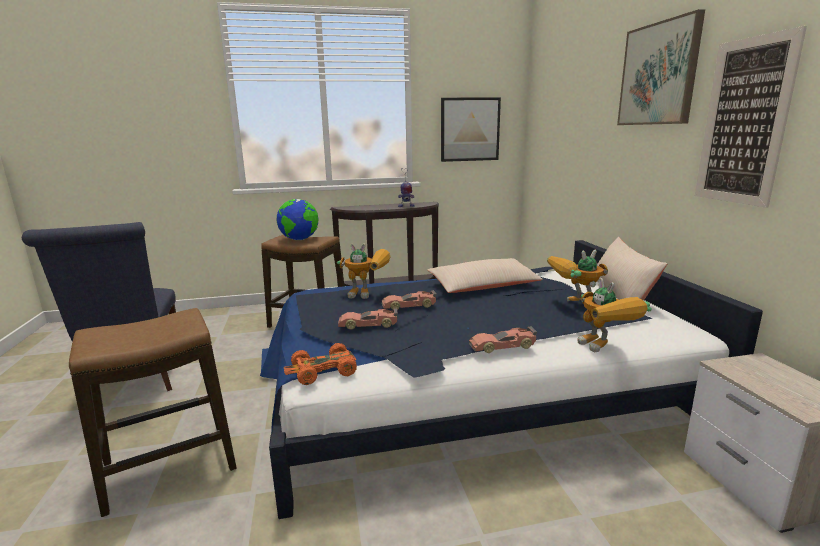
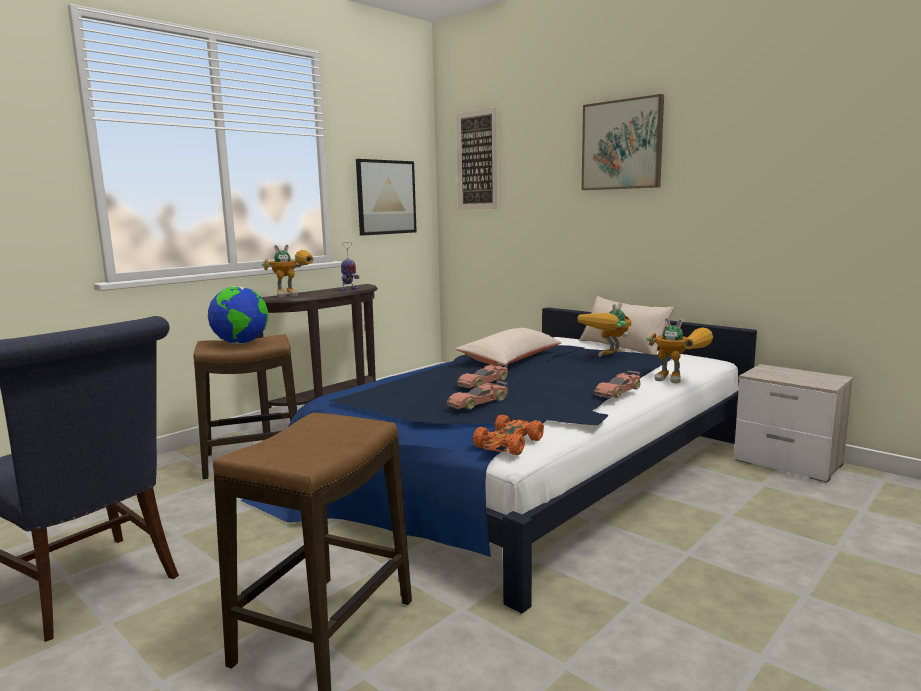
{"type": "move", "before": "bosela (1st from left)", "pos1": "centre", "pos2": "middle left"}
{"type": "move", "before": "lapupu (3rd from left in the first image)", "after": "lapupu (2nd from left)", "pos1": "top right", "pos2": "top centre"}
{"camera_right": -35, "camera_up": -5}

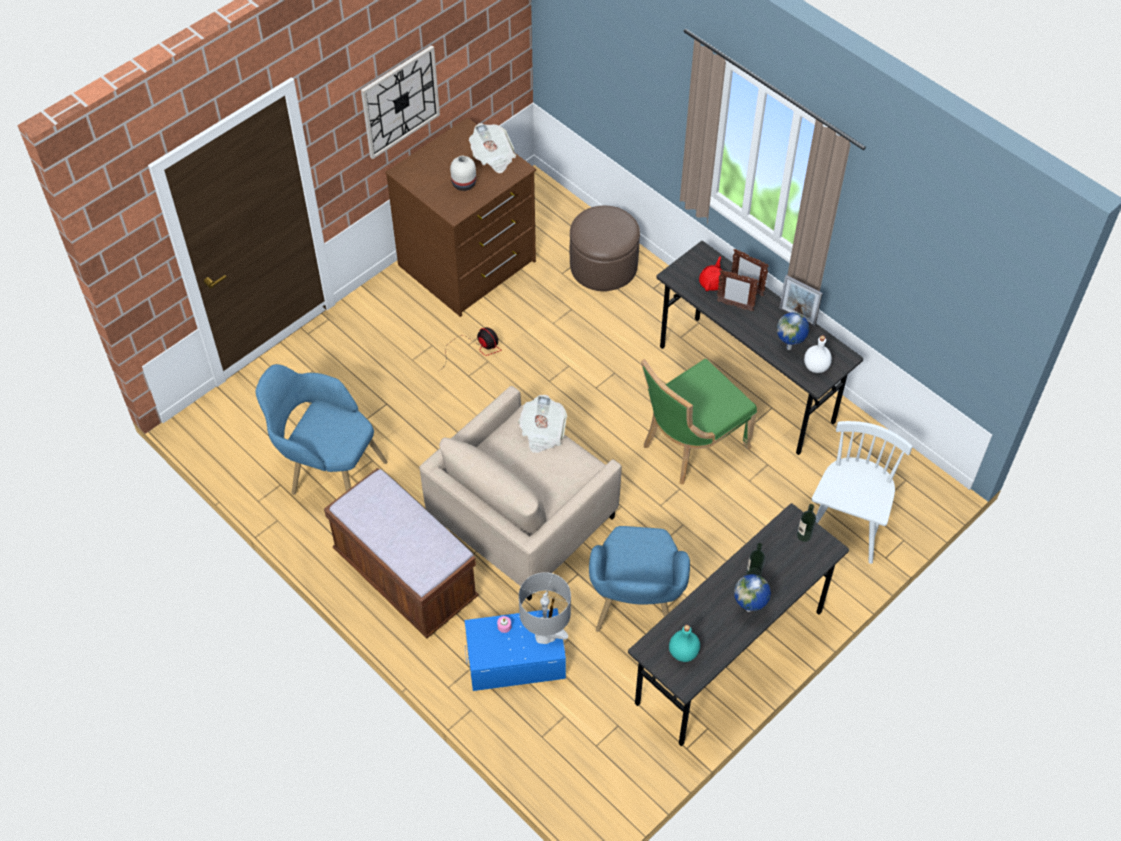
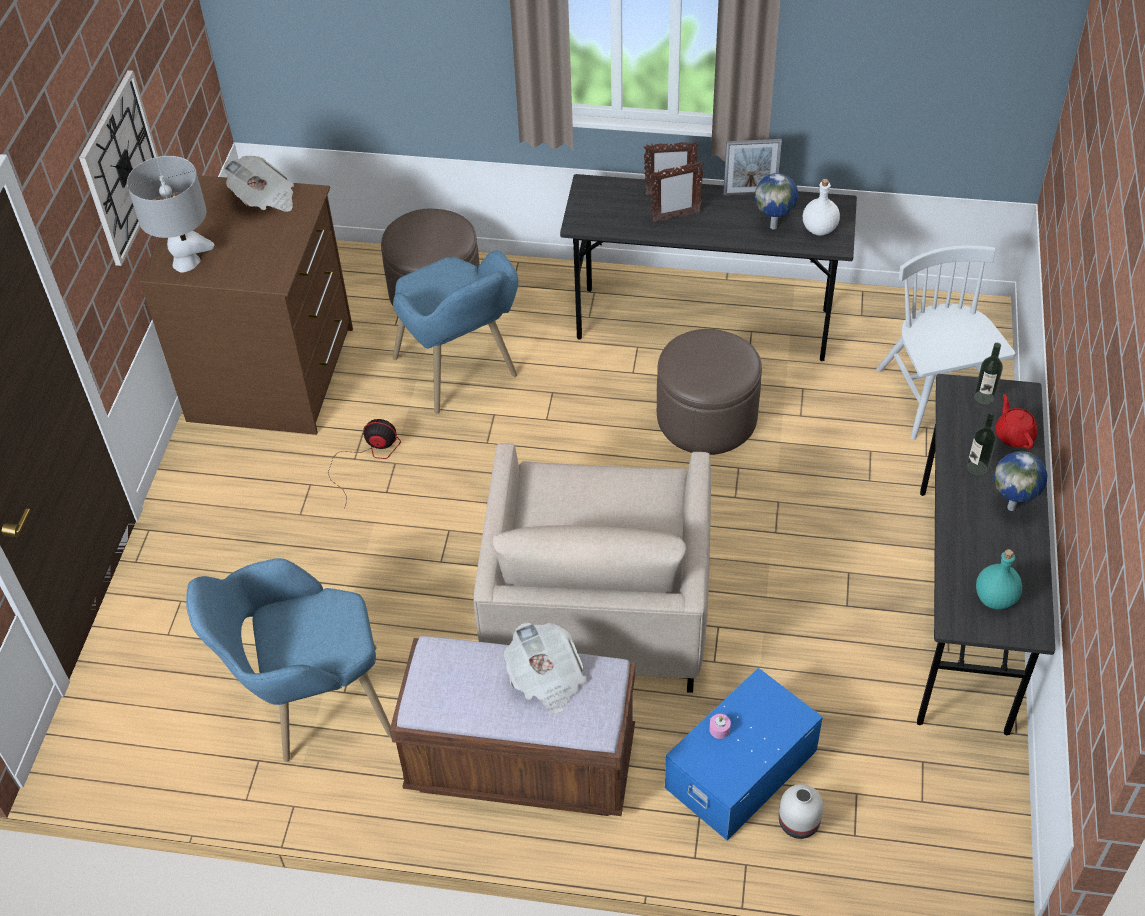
{"type": "move", "before": "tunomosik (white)", "pos1": "top centre", "pos2": "bottom right"}
{"type": "move", "before": "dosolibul (2nd from left)", "pos1": "centre", "pos2": "bottom centre"}
{"type": "move", "before": "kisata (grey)", "pos1": "bottom centre", "pos2": "top left"}
{"type": "move", "before": "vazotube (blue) (2nd from left)", "pos1": "bottom centre", "pos2": "centre"}
{"type": "move", "before": "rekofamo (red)", "pos1": "top centre", "pos2": "middle right"}
{"type": "replace", "before": "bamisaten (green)", "after": "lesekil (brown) (2nd from left)", "pos1": "centre", "pos2": "centre"}
{"camera_right": -35, "camera_up": -5}

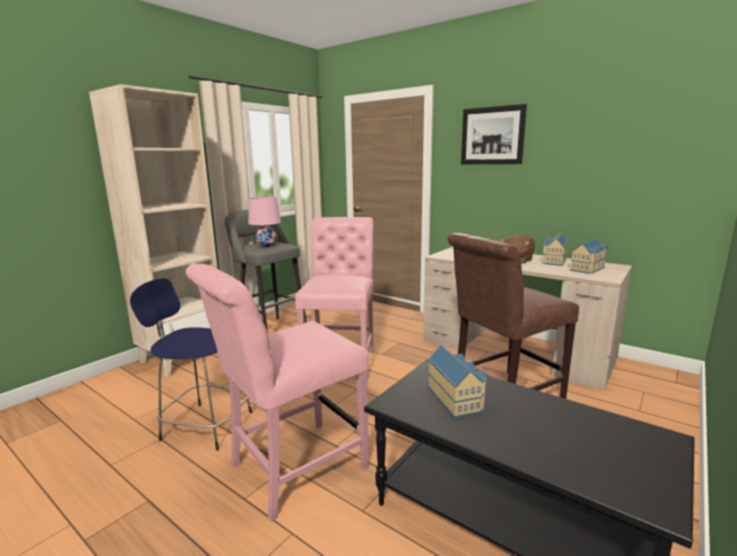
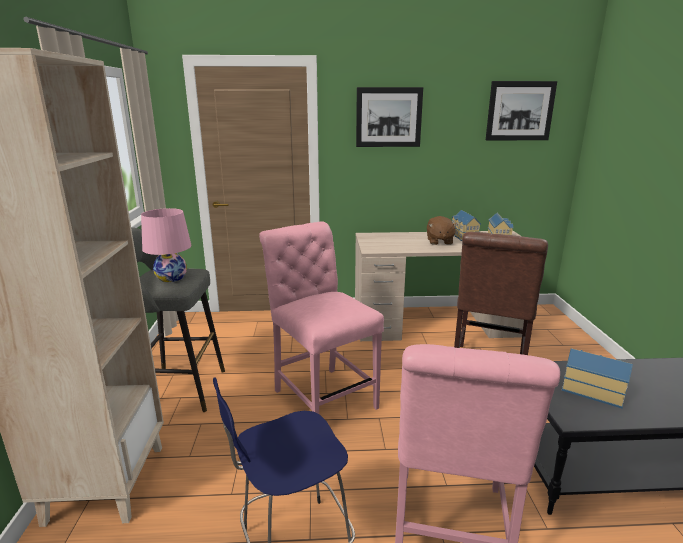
{"type": "insert", "after": "lapupu (2nd from left)", "pos2": "top right"}
{"camera_right": -40, "camera_up": 5}

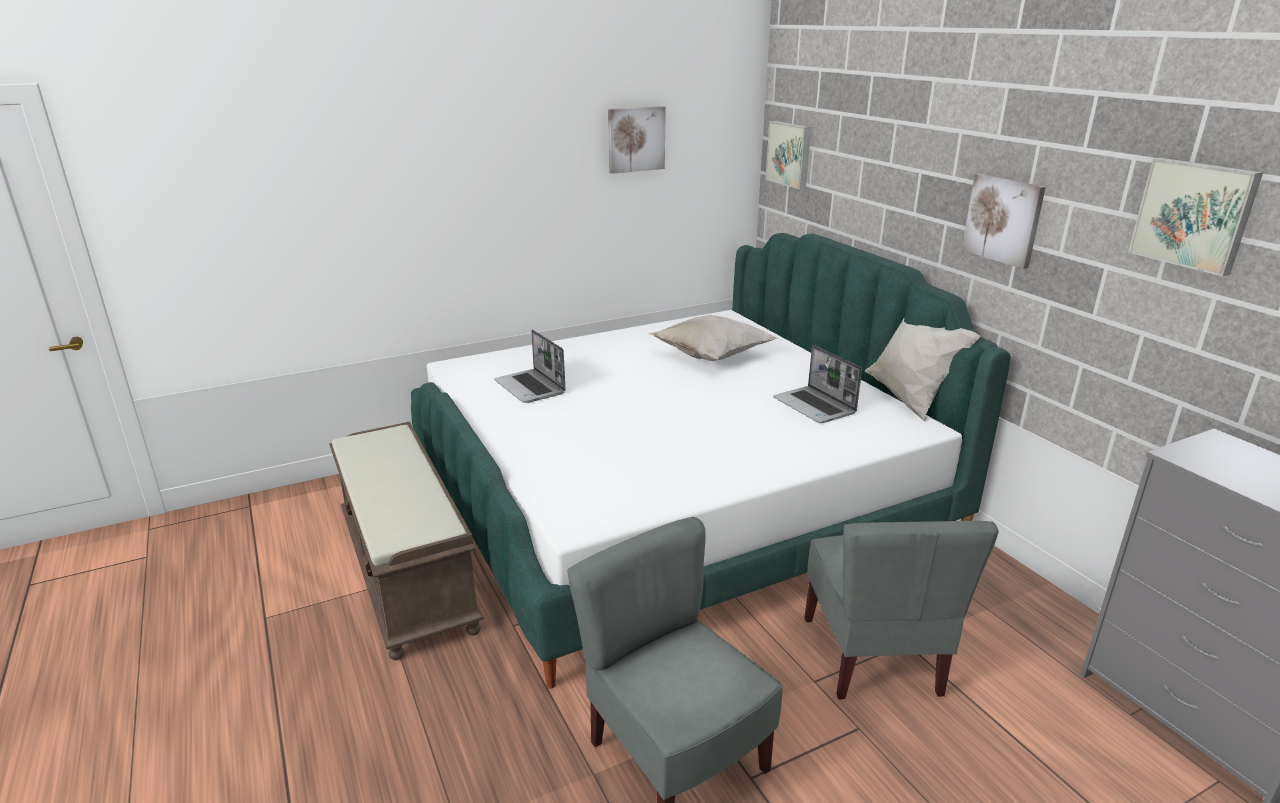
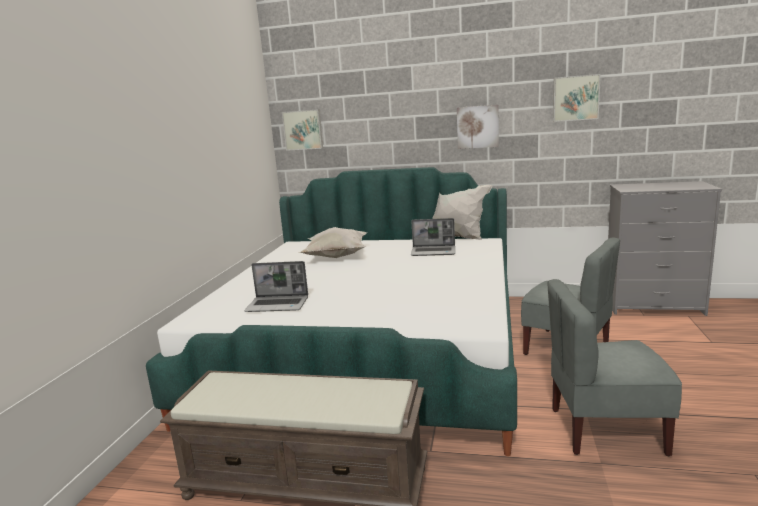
{"type": "delete", "before": "lapupu (1st from left)", "pos1": "top centre"}
{"camera_right": -50, "camera_up": -10}

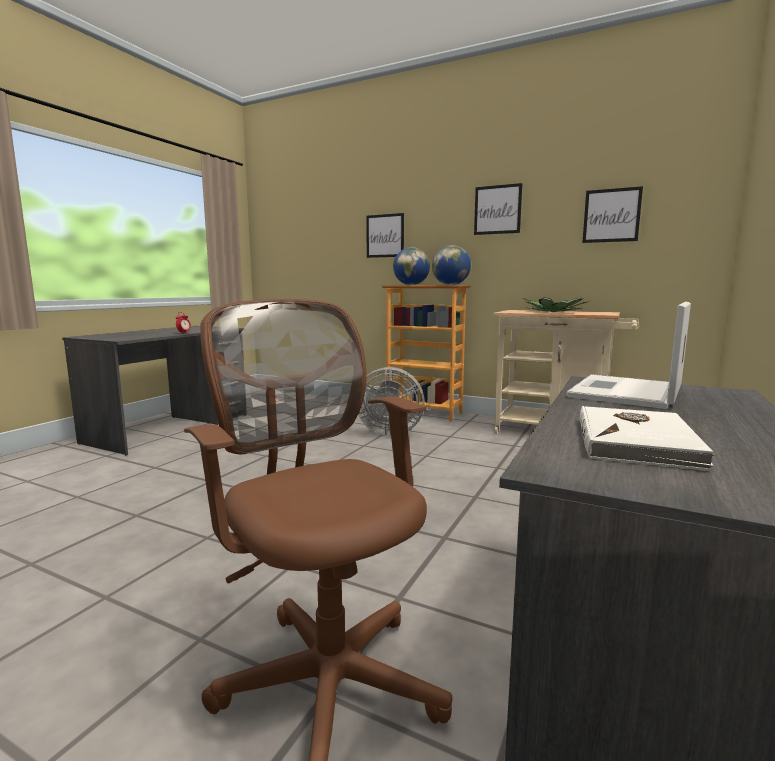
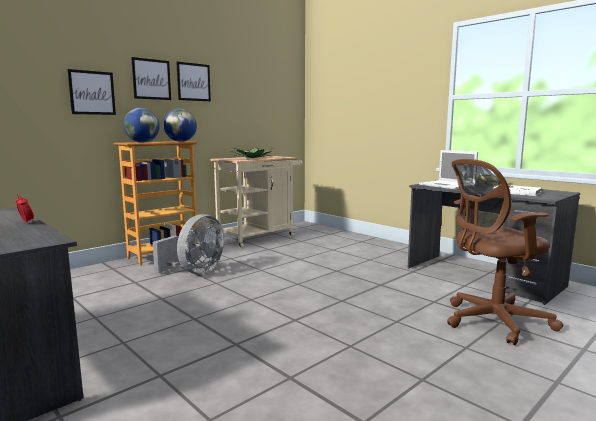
{"type": "move", "before": "lapupu (3rd from left in the first image)", "after": "lapupu (2nd from left)", "pos1": "top right", "pos2": "top left"}
{"camera_right": -70, "camera_up": 0}

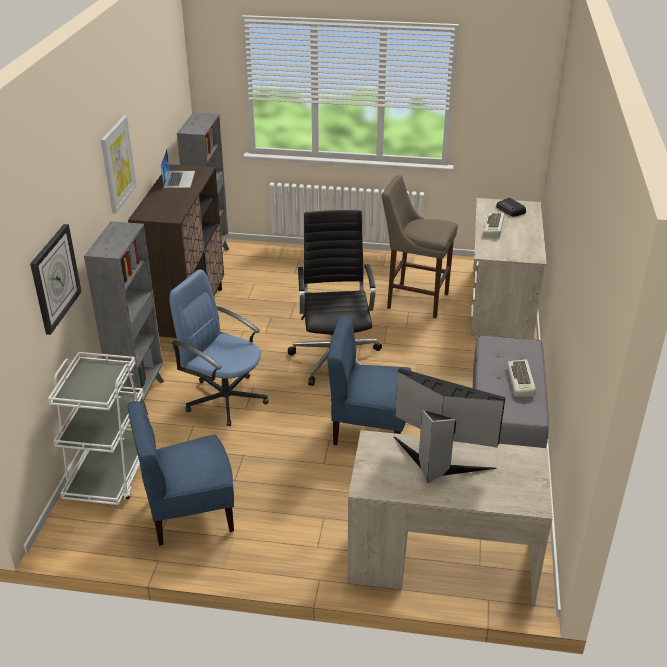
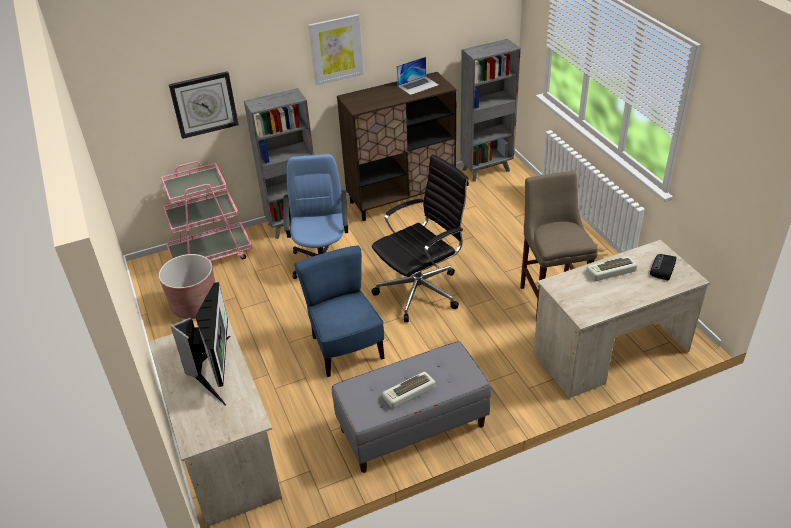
{"type": "replace", "before": "bamisaten (blue) (1st from left)", "after": "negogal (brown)", "pos1": "bottom left", "pos2": "middle left"}
{"type": "recolor", "before": "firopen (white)", "after": "firopen (pink)", "pos1": "middle left", "pos2": "middle left"}
{"camera_right": 60, "camera_up": 5}

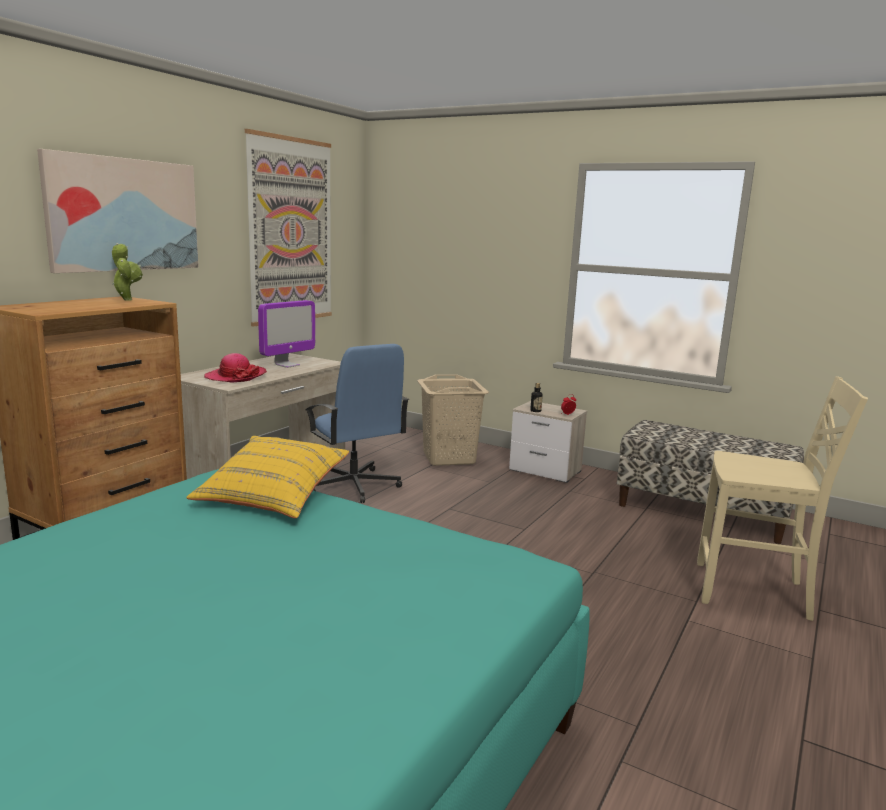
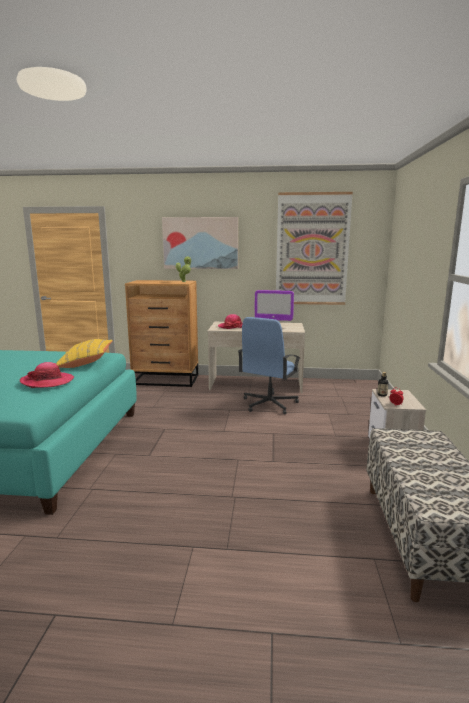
{"type": "delete", "before": "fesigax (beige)", "pos1": "centre"}
{"type": "delete", "before": "bamisaten (beige)", "pos1": "middle right"}
{"type": "insert", "after": "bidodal (1st from left)", "pos2": "middle left"}
{"camera_right": 65, "camera_up": 0}

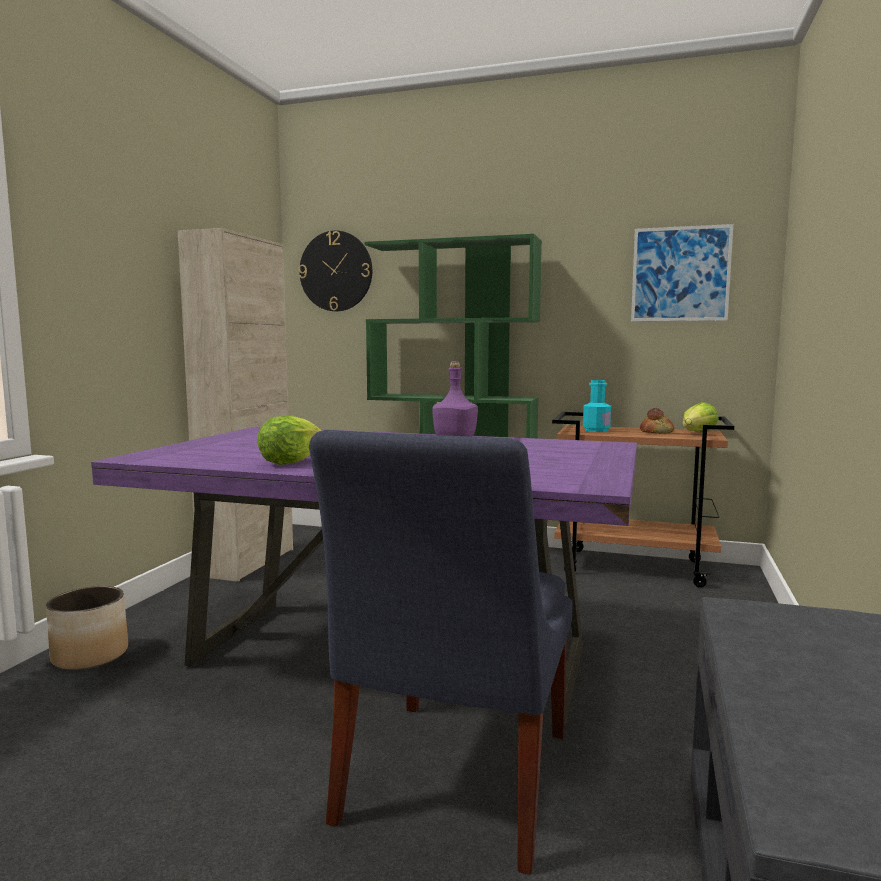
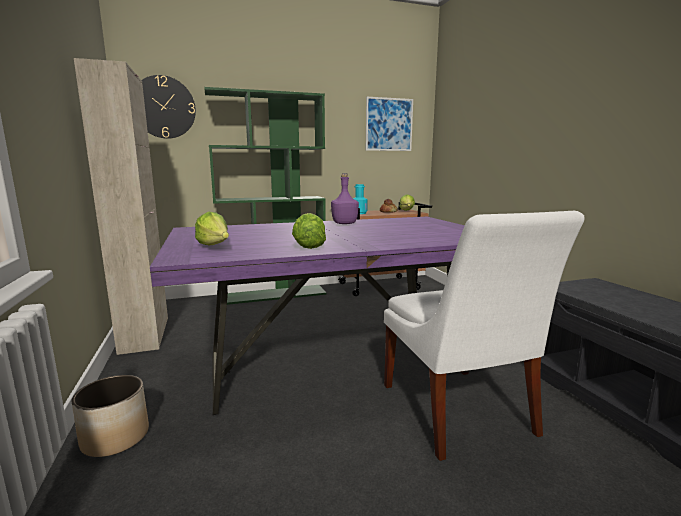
{"type": "insert", "after": "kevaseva (1st from left)", "pos2": "middle left"}
{"type": "recolor", "before": "bamisaten (blue)", "after": "bamisaten (white)", "pos1": "bottom centre", "pos2": "middle right"}
{"camera_right": -35, "camera_up": 5}

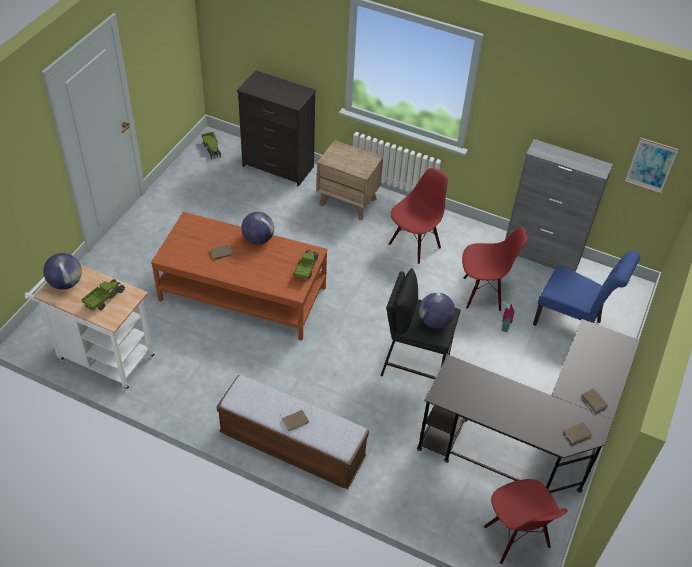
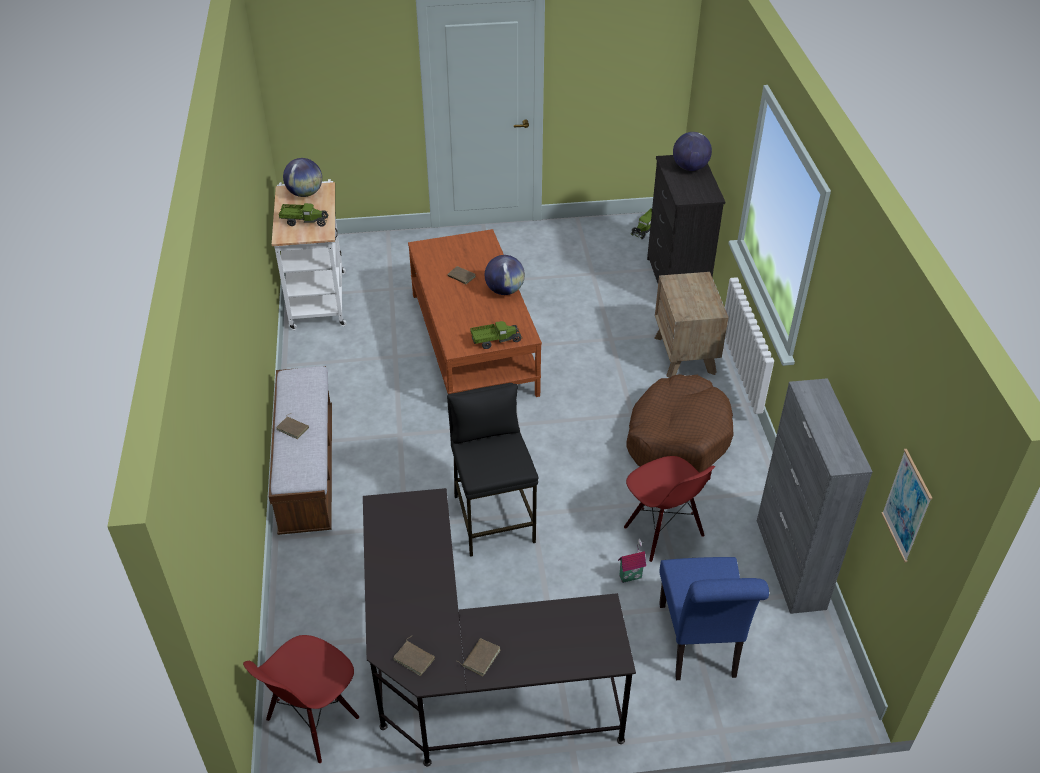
{"type": "move", "before": "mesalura (3rd from left)", "pos1": "centre", "pos2": "top centre"}
{"type": "replace", "before": "bamisaten (red) (1st from left)", "after": "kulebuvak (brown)", "pos1": "centre", "pos2": "centre"}
{"camera_right": 60, "camera_up": -5}

